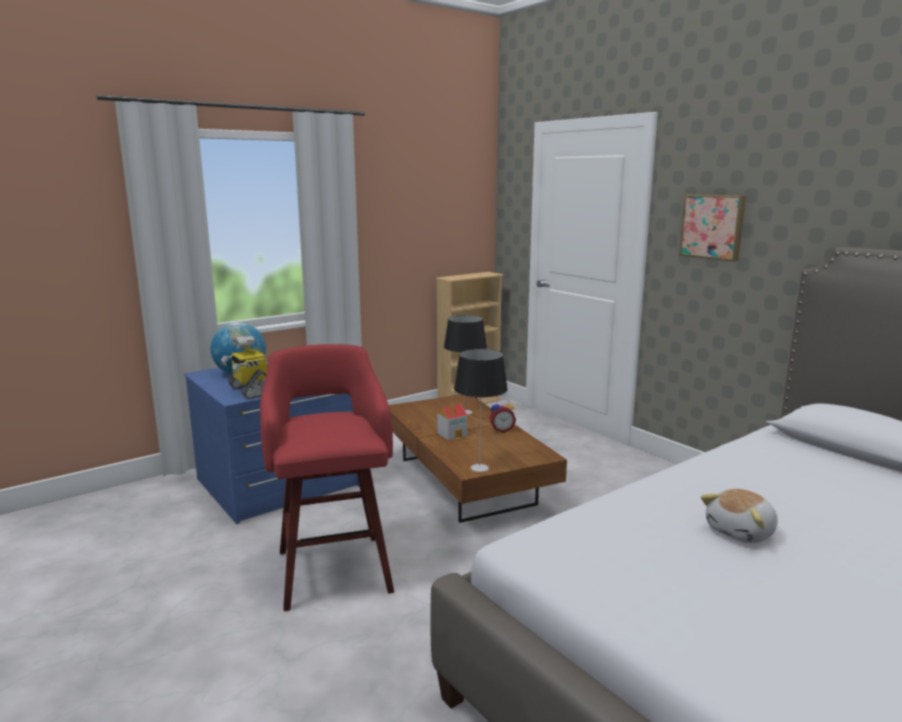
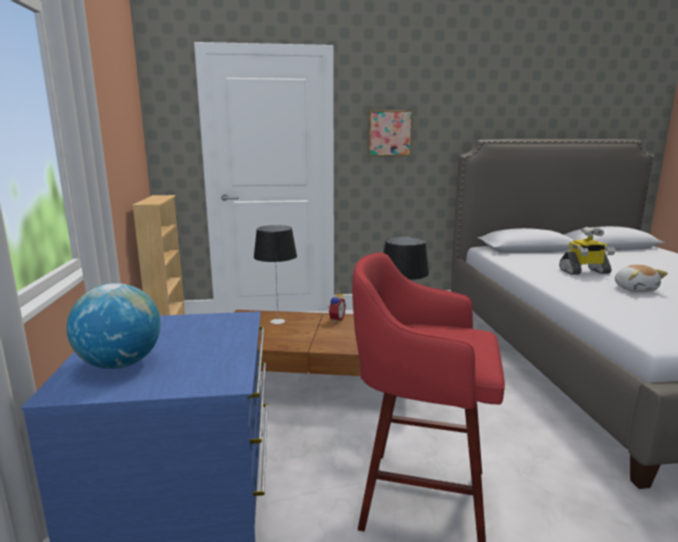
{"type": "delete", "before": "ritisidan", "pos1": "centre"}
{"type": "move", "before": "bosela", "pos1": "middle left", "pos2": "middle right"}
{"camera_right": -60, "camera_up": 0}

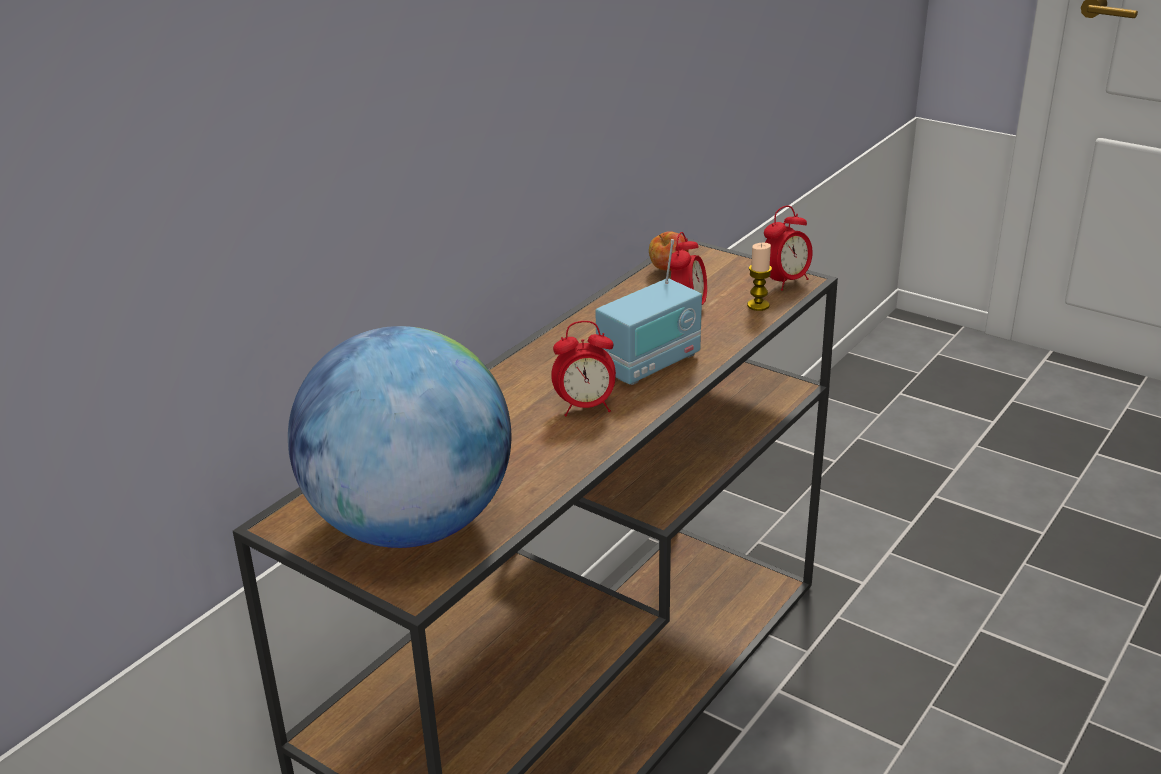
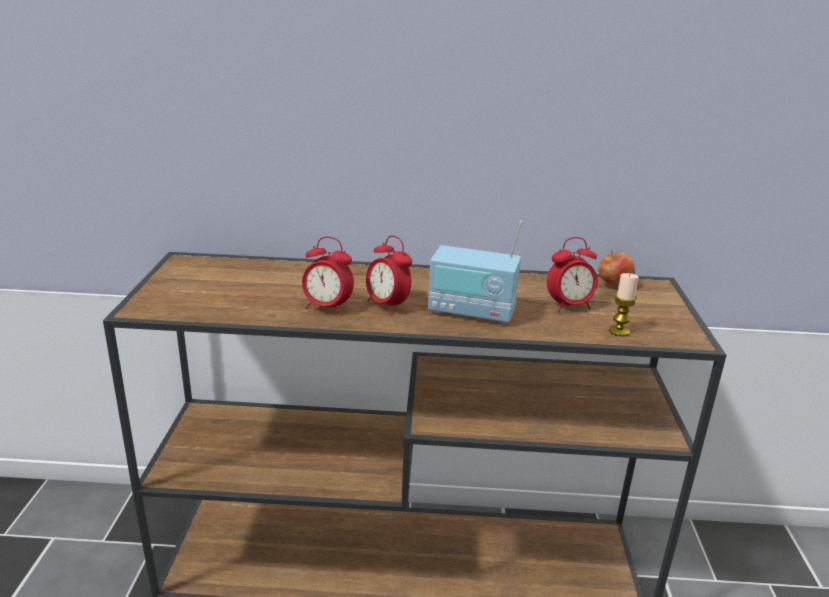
{"type": "delete", "before": "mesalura", "pos1": "centre"}
{"type": "move", "before": "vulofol (3rd from left in the first image)", "after": "vulofol (1st from left)", "pos1": "top right", "pos2": "centre"}
{"camera_right": 55, "camera_up": -5}

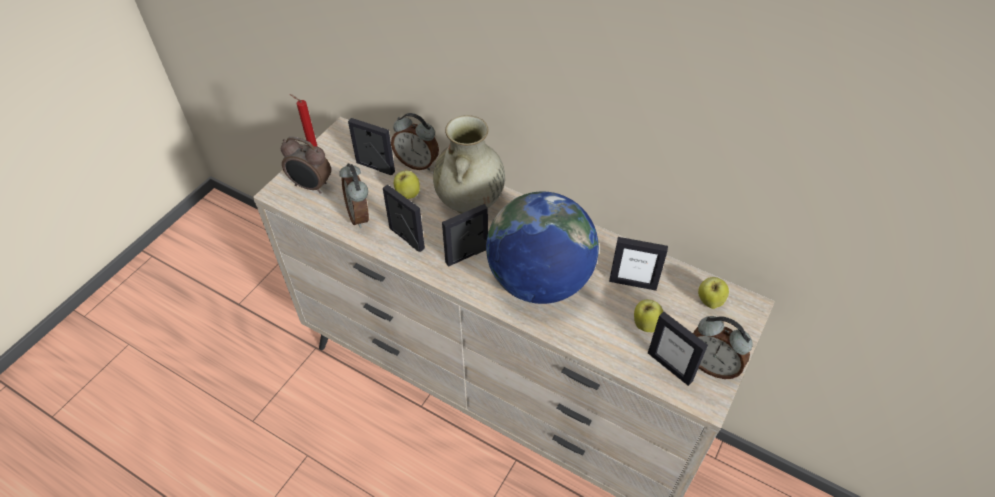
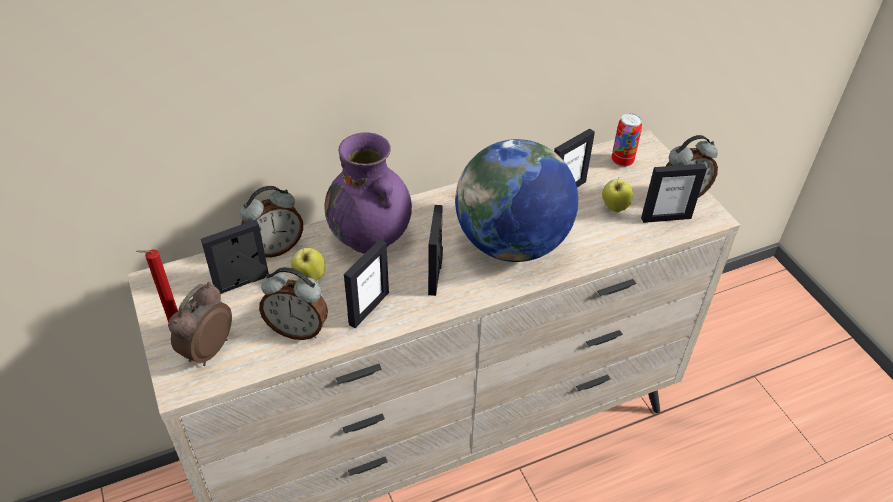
{"type": "replace", "before": "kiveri (3rd from left)", "after": "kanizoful", "pos1": "middle right", "pos2": "top right"}
{"type": "recolor", "before": "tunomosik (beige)", "after": "tunomosik (purple)", "pos1": "top centre", "pos2": "centre"}
{"type": "rotate", "before": "vulofol (1st from left)", "pos1": "top left", "pos2": "middle left", "turn": 150}
{"type": "rotate", "before": "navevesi (2nd from left)", "pos1": "centre", "pos2": "centre", "turn": 135}
{"camera_right": -55, "camera_up": -5}

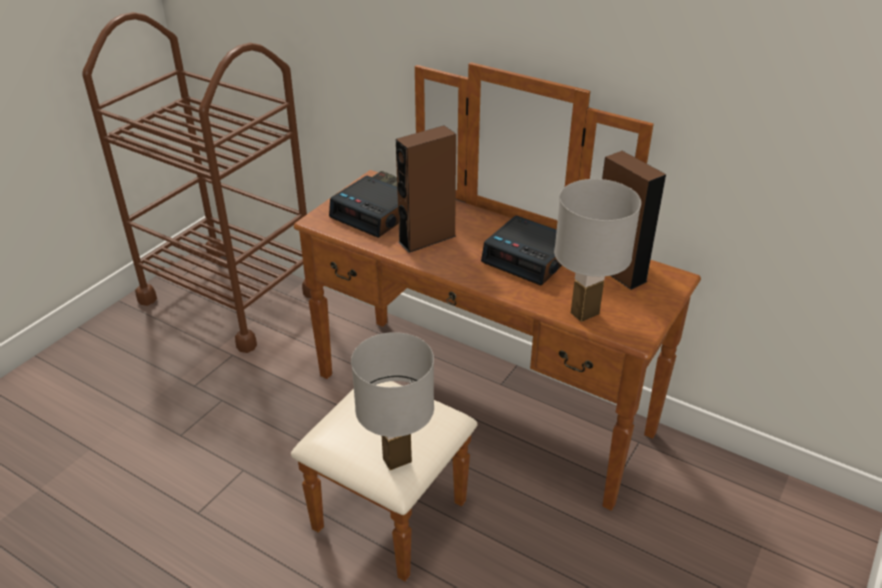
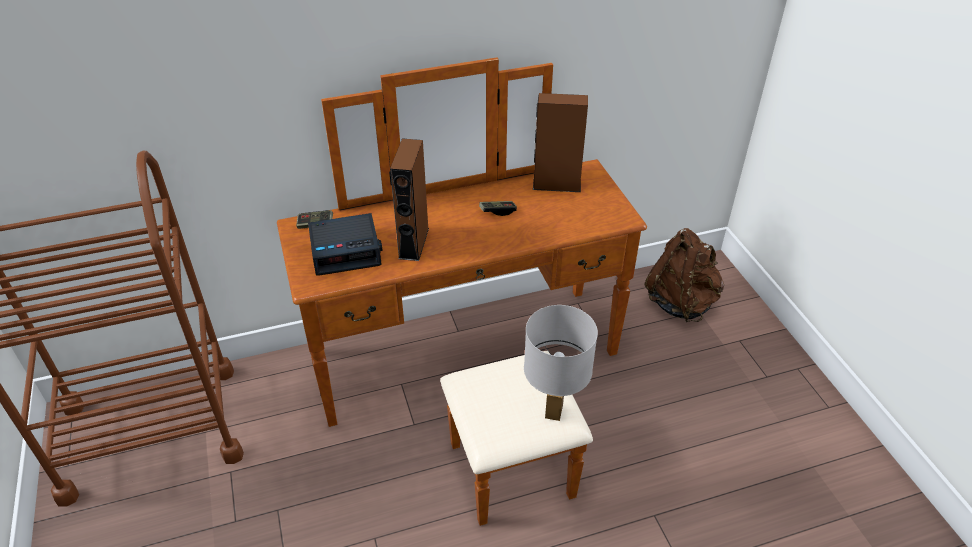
{"type": "delete", "before": "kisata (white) (2nd from left)", "pos1": "middle right"}
{"type": "insert", "after": "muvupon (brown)", "pos2": "middle right"}
{"type": "replace", "before": "vulofol (2nd from left)", "after": "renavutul (2nd from left)", "pos1": "centre", "pos2": "centre"}
{"camera_right": -50, "camera_up": 5}

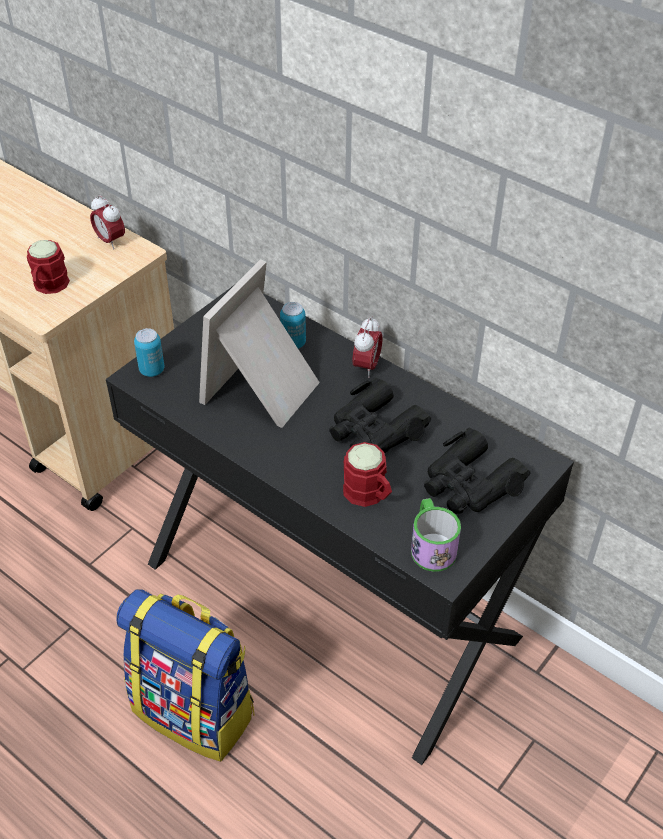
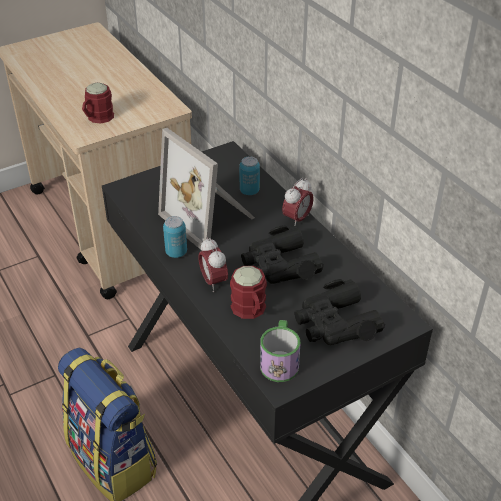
{"type": "move", "before": "vulofol (1st from left)", "pos1": "top left", "pos2": "centre"}
{"type": "move", "before": "kanizoful (1st from left)", "pos1": "middle left", "pos2": "centre"}
{"type": "rotate", "before": "navevesi", "pos1": "centre", "pos2": "centre", "turn": -90}
{"camera_right": 20, "camera_up": -5}

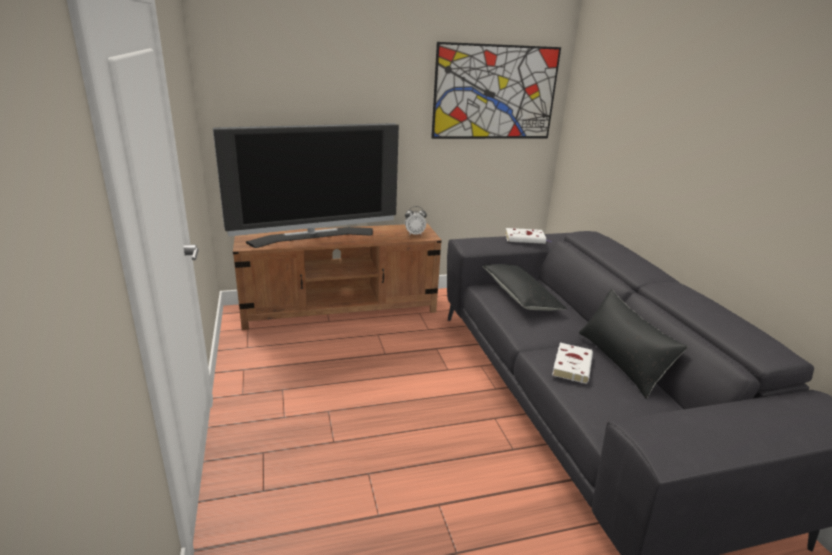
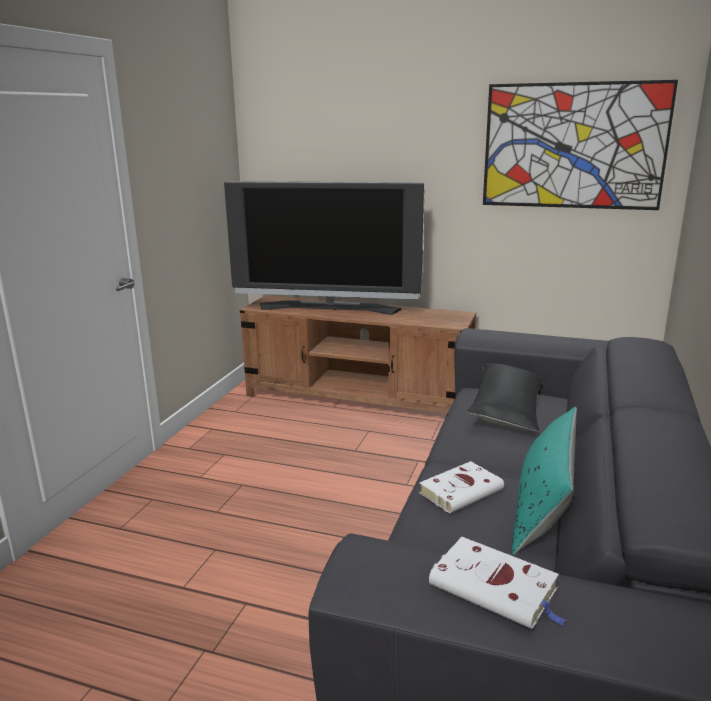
{"type": "delete", "before": "vulofol", "pos1": "centre"}
{"type": "move", "before": "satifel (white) (1st from left in the first image)", "after": "satifel (white) (2nd from left)", "pos1": "centre", "pos2": "bottom right"}
{"type": "recolor", "before": "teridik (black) (2nd from left)", "after": "teridik (turquoise)", "pos1": "middle right", "pos2": "bottom right"}
{"camera_right": 35, "camera_up": -5}

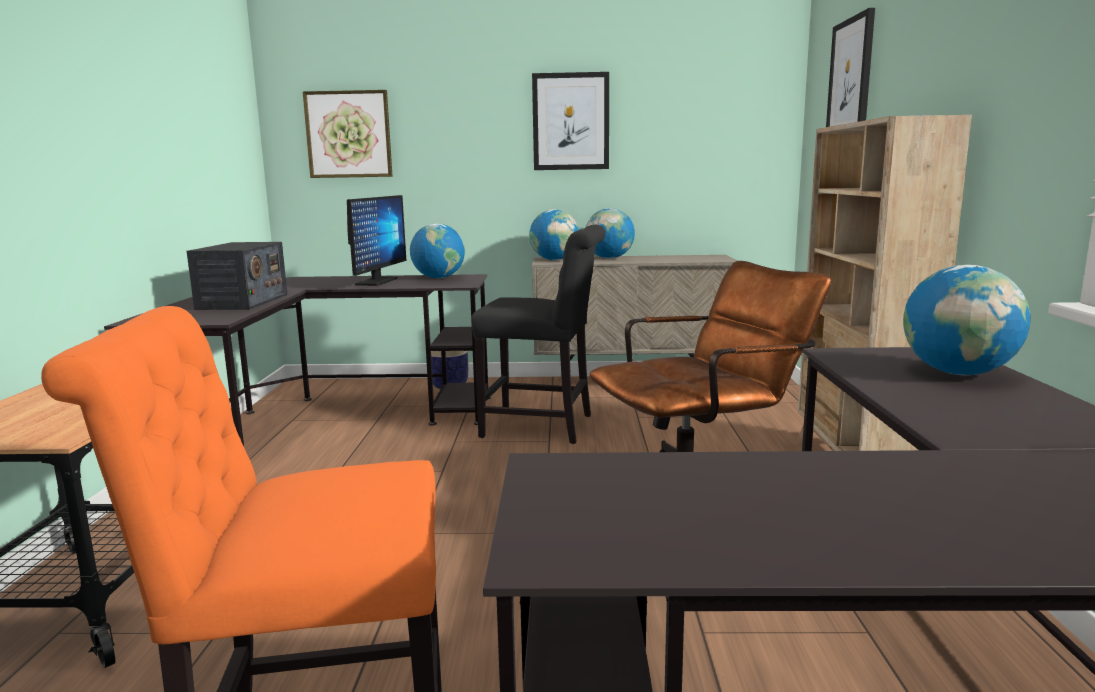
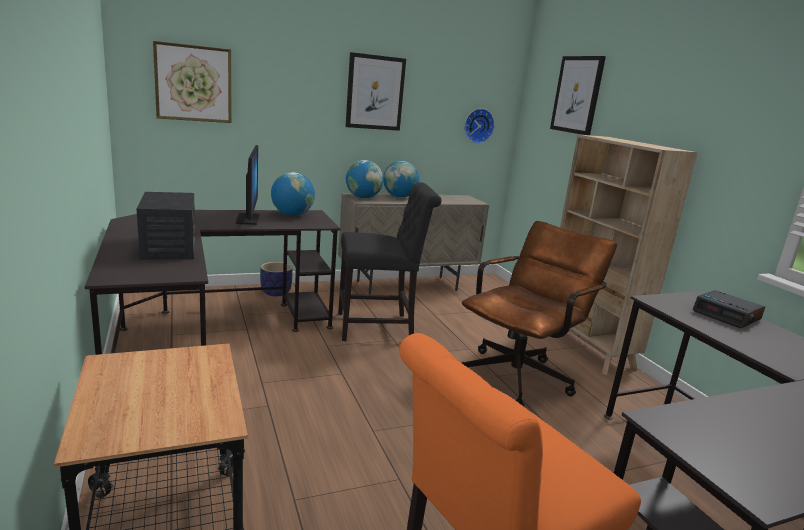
{"type": "insert", "after": "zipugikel", "pos2": "top centre"}
{"type": "replace", "before": "mesalura (4th from left)", "after": "vulofol", "pos1": "middle right", "pos2": "middle right"}
{"camera_right": -25, "camera_up": 5}

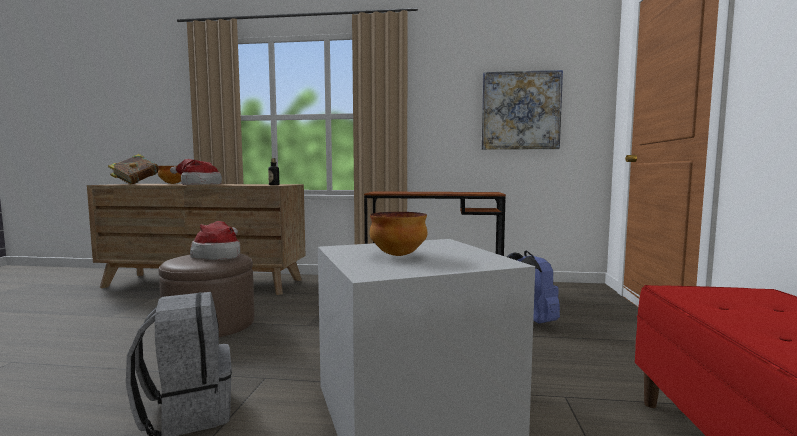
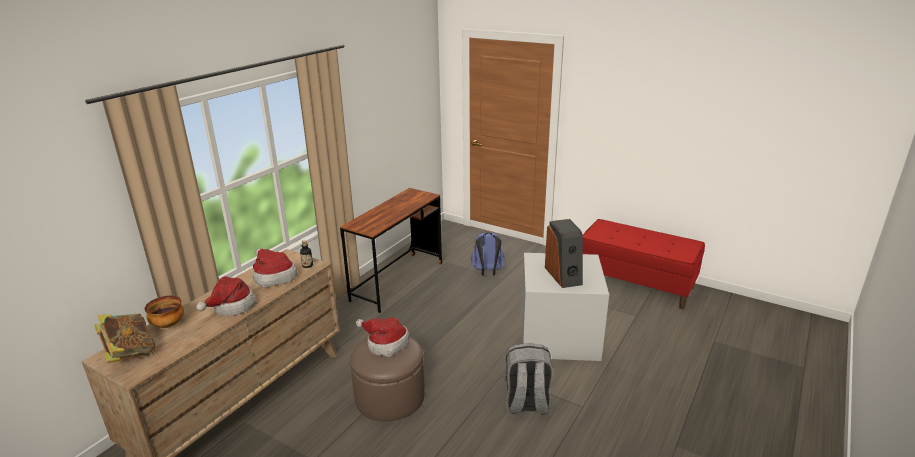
{"type": "delete", "before": "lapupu", "pos1": "top centre"}
{"type": "insert", "after": "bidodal (2nd from left)", "pos2": "middle left"}
{"type": "replace", "before": "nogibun (2nd from left)", "after": "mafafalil", "pos1": "centre", "pos2": "centre"}
{"camera_right": -65, "camera_up": 20}

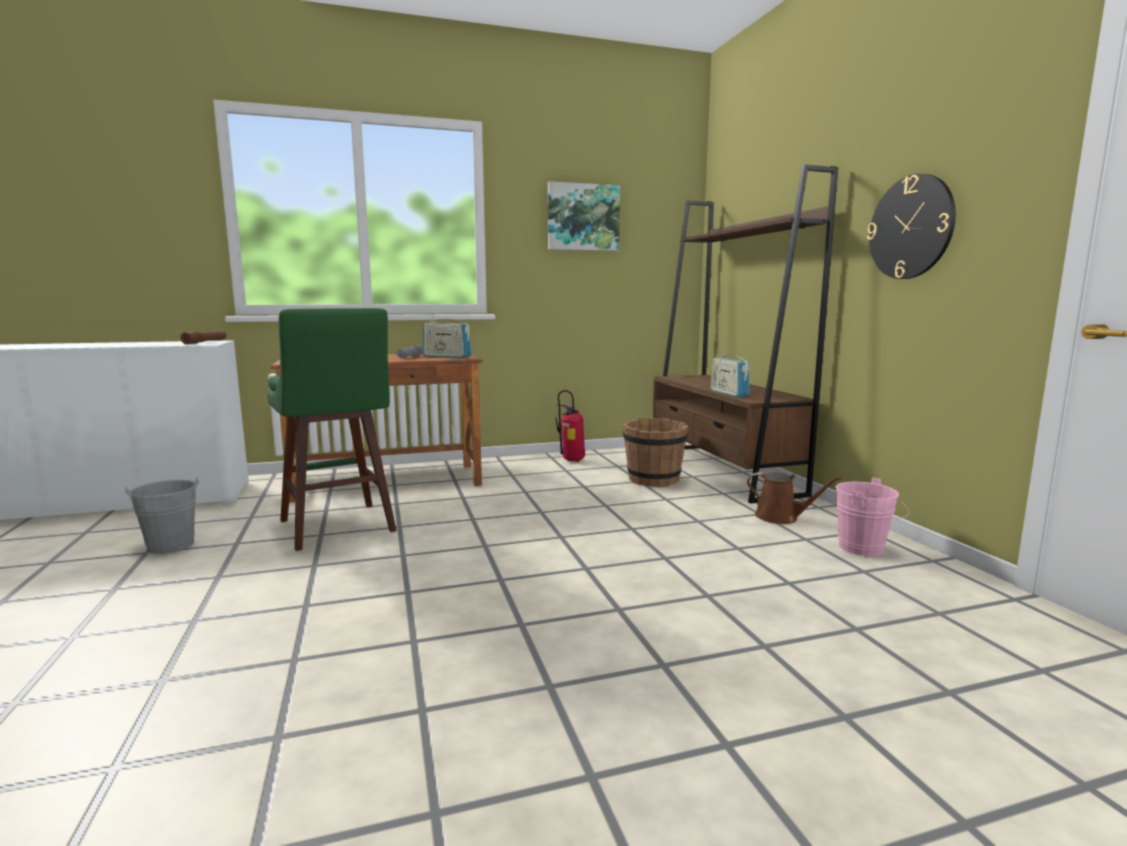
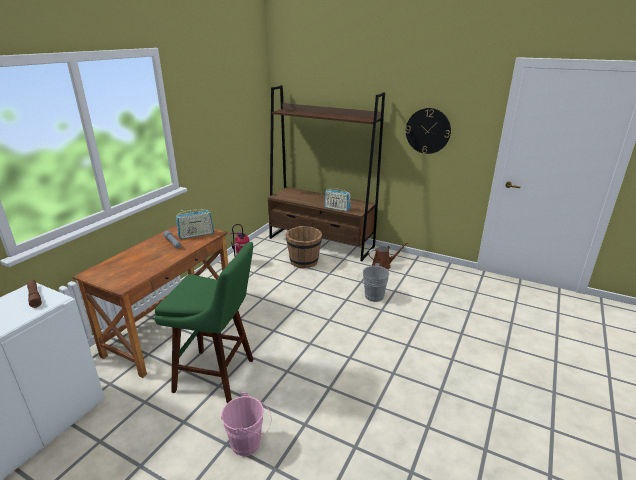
{"type": "delete", "before": "lapupu", "pos1": "top centre"}
{"type": "move", "before": "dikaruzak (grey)", "pos1": "middle left", "pos2": "centre"}
{"type": "move", "before": "dikaruzak (pink)", "pos1": "middle right", "pos2": "bottom centre"}
{"camera_right": -45, "camera_up": 15}

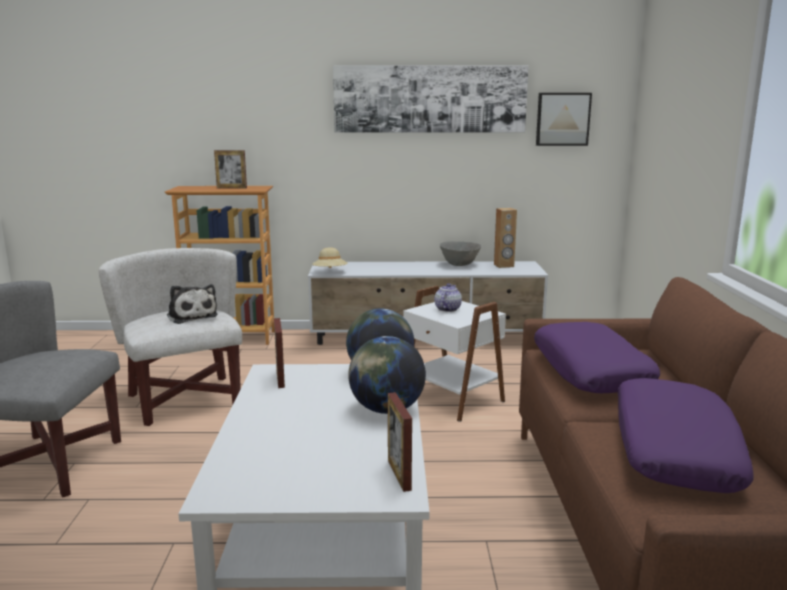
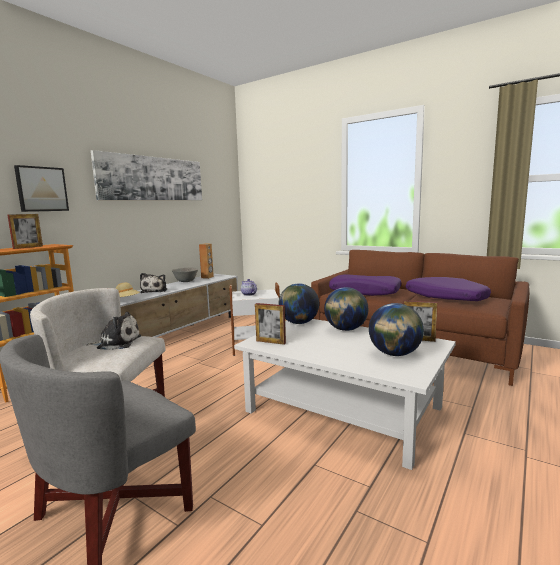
{"type": "insert", "after": "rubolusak (2nd from left)", "pos2": "middle left"}
{"type": "insert", "after": "mesalura (3rd from left)", "pos2": "middle right"}
{"type": "move", "before": "lapupu (2nd from left in the first image)", "after": "lapupu (1st from left)", "pos1": "top right", "pos2": "top left"}
{"camera_right": -55, "camera_up": -5}

